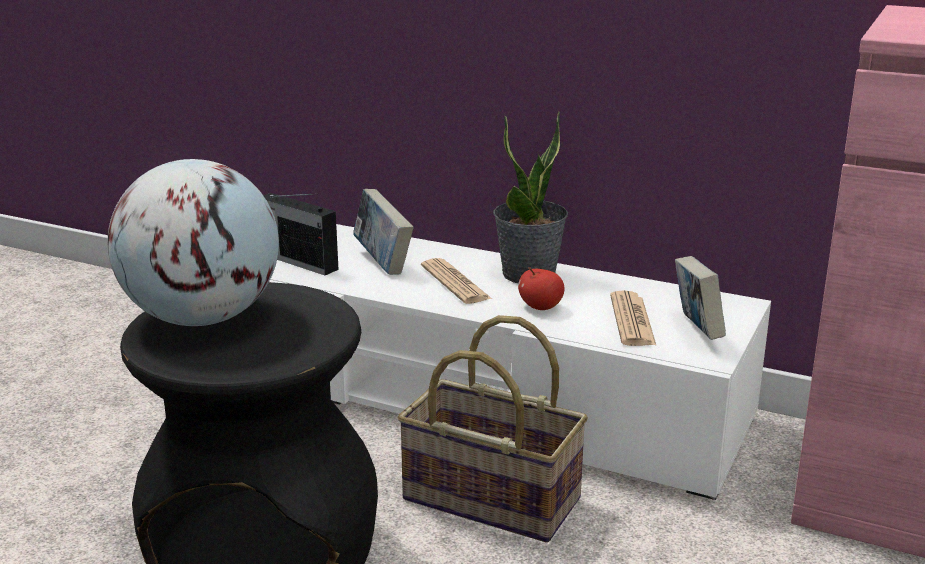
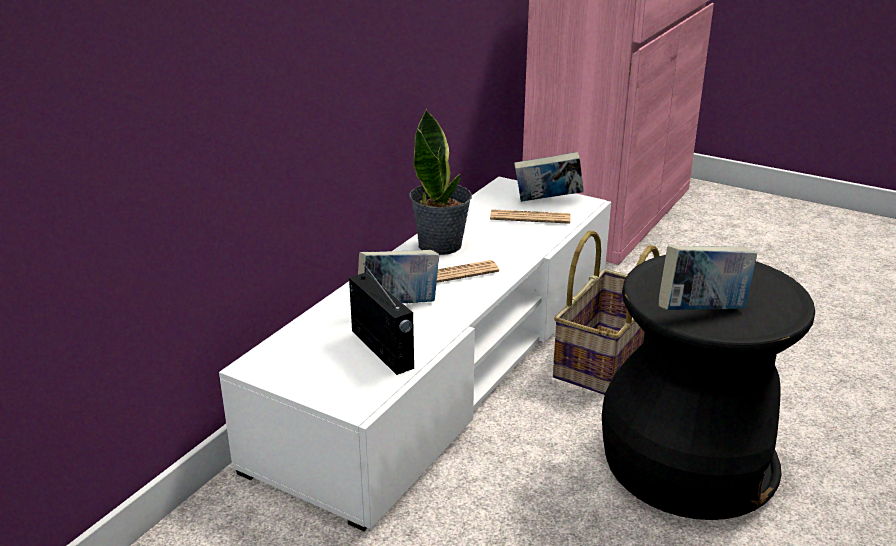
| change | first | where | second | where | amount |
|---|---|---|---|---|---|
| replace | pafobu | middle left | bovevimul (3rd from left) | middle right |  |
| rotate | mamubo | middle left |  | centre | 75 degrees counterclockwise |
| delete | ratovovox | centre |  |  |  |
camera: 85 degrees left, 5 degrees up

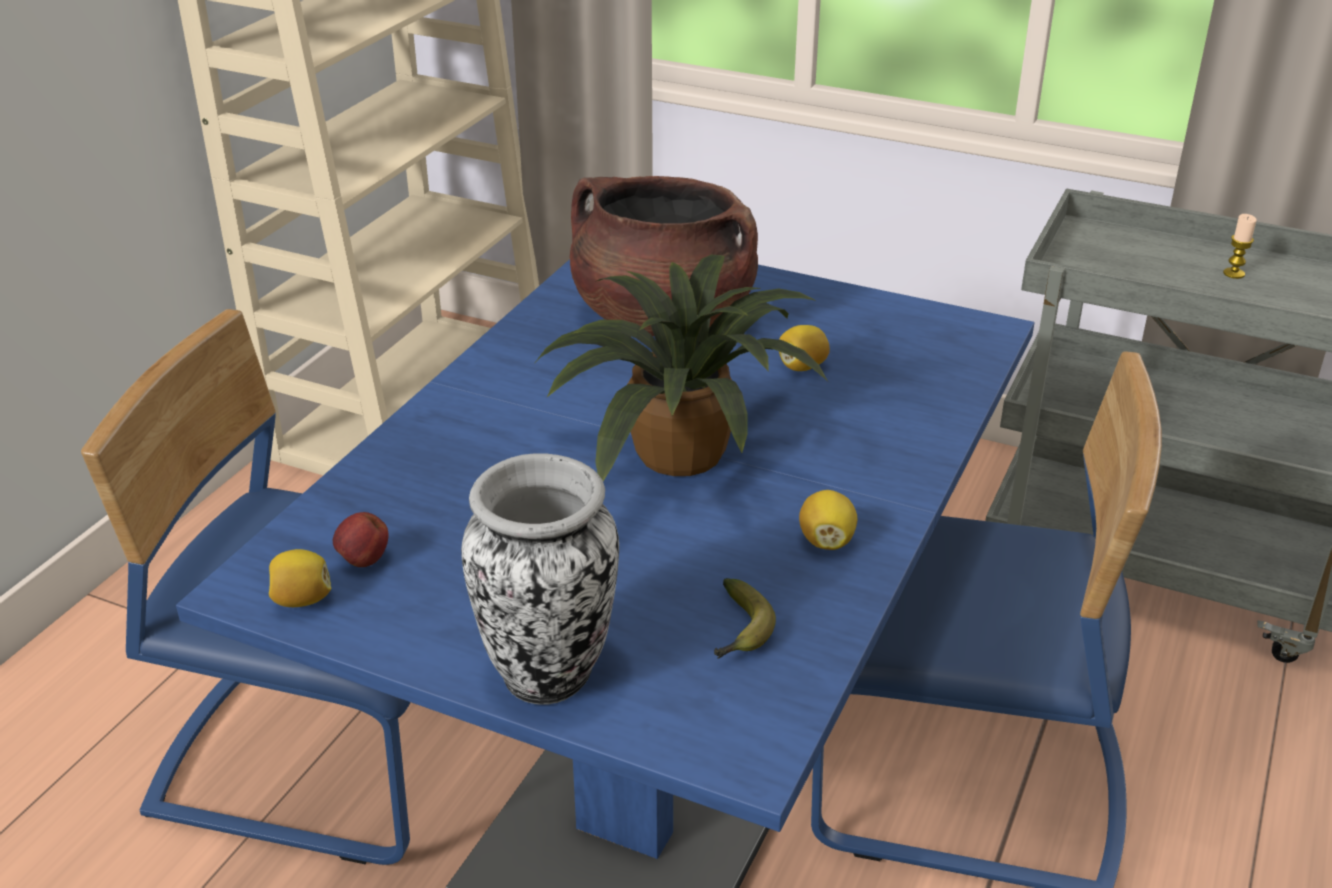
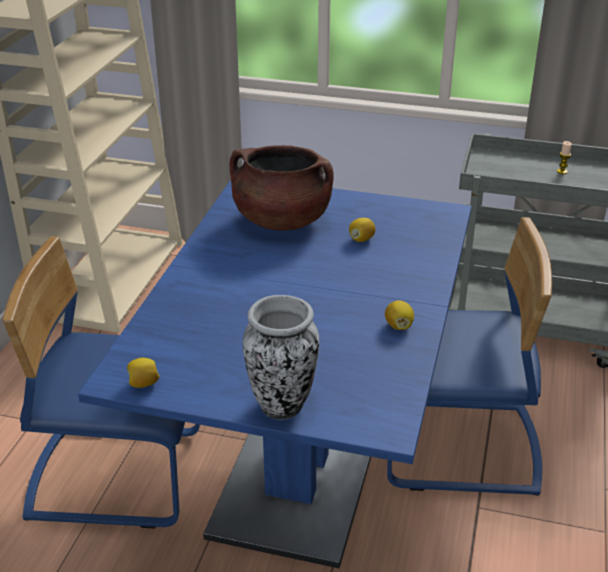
| change | first | where | second | where | amount |
|---|---|---|---|---|---|
| delete | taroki | centre |  |  |  |
| delete | ratovovox | middle left |  |  |  |
| delete | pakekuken | bottom centre |  |  |  |
camera: 10 degrees left, 0 degrees up

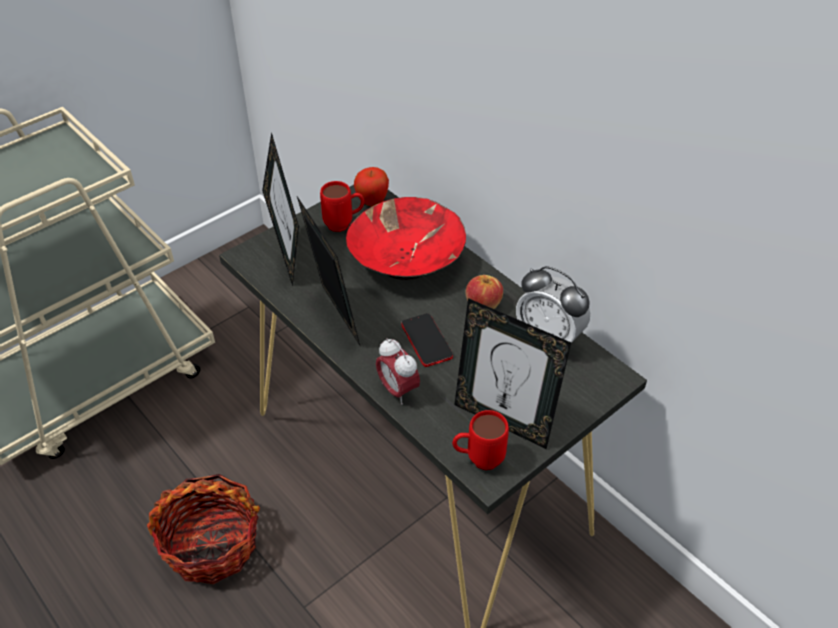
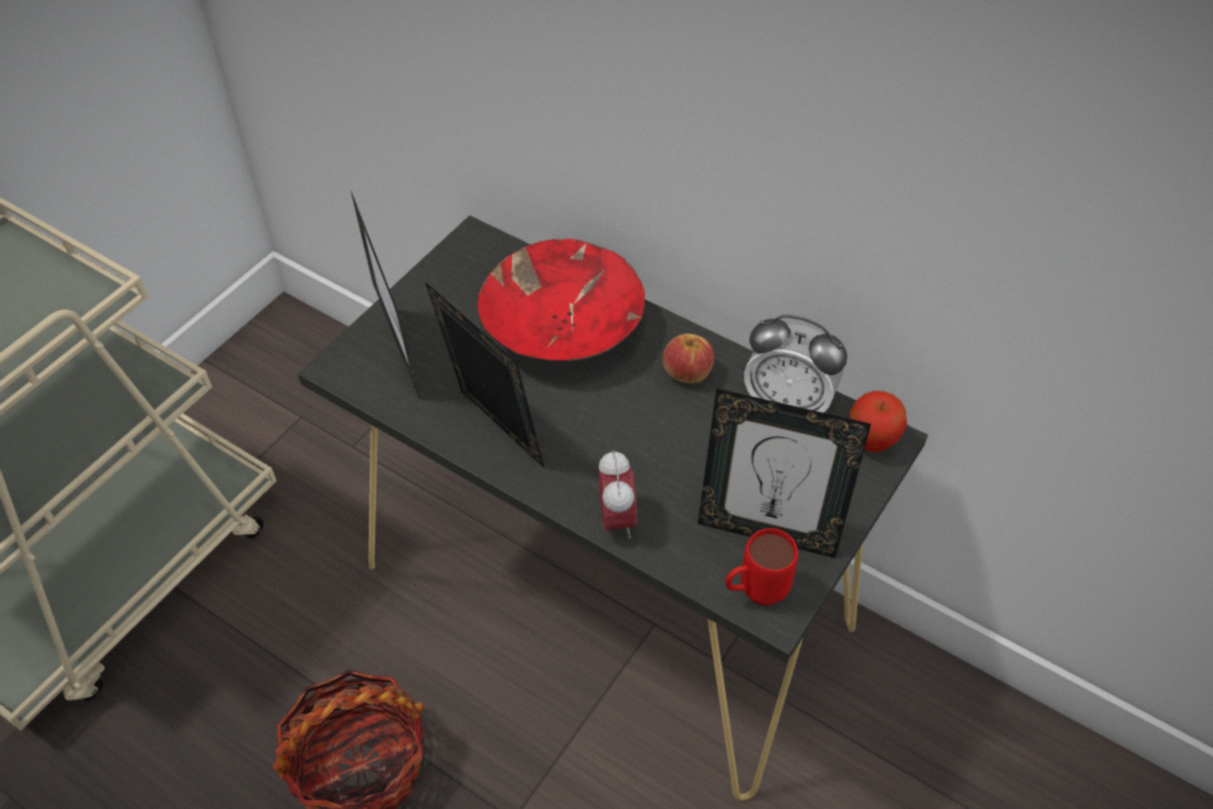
| change | first | where | second | where | amount |
|---|---|---|---|---|---|
| move | ratovovox (1st from left in the first image) | top centre | ratovovox (2nd from left) | middle right |  |
| delete | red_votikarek (1st from left) | top centre |  |  |  |
| delete | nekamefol | centre |  |  |  |
| rotate | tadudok (1st from left) | centre |  | centre | 135 degrees counterclockwise |
camera: 15 degrees left, 5 degrees up

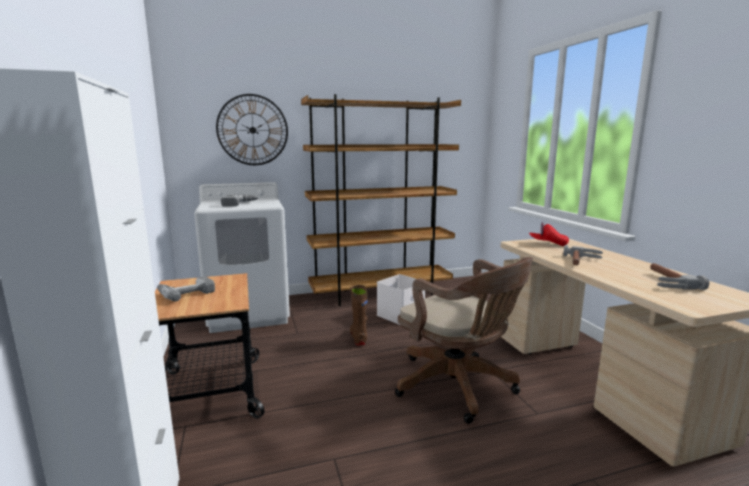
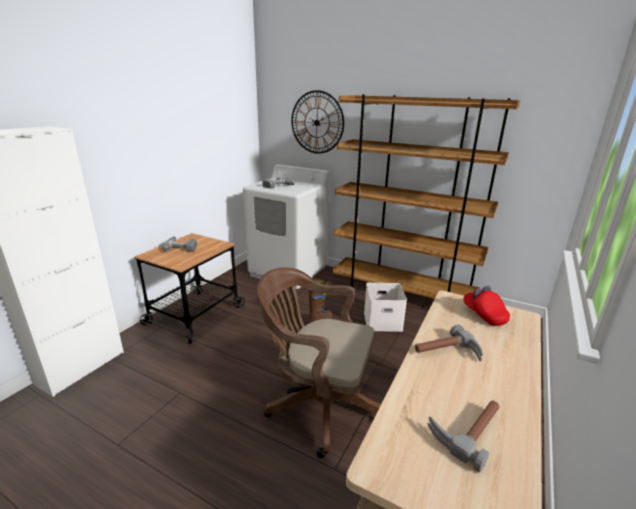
| change | first | where | second | where | amount |
|---|---|---|---|---|---|
| rotate | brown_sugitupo | bottom centre |  | bottom centre | 105 degrees clockwise |
camera: 45 degrees right, 10 degrees up

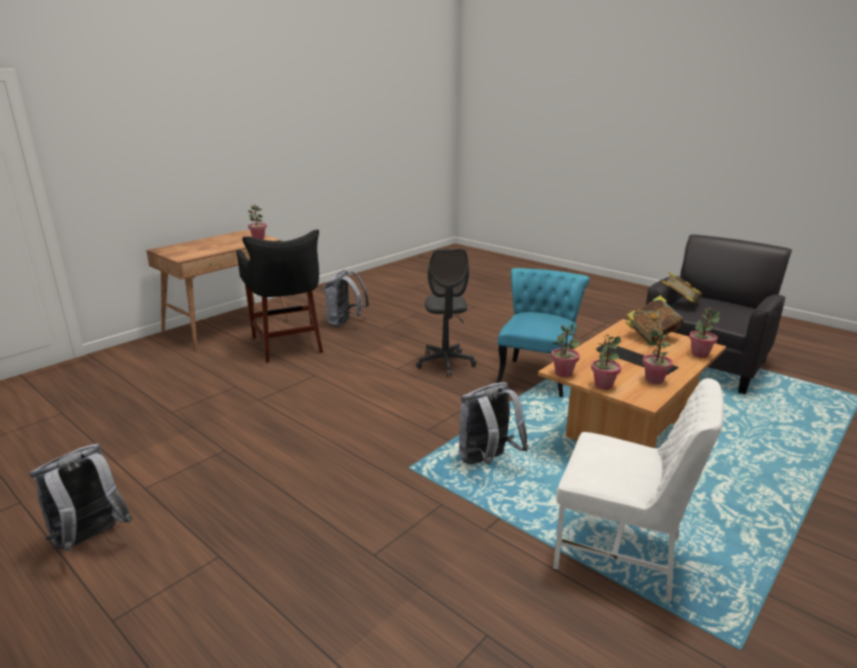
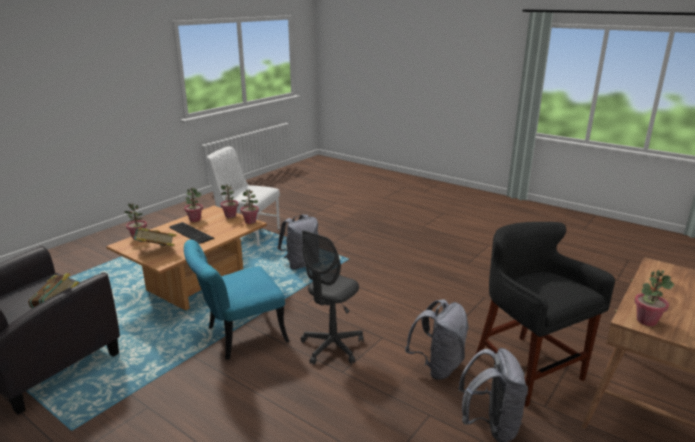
| change | first | where | second | where | amount |
|---|---|---|---|---|---|
| rotate | grey_sugitupo | centre |  | bottom centre | 135 degrees counterclockwise |
| rotate | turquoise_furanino | centre |  | bottom centre | 45 degrees clockwise |
| move | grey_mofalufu (1st from left in the first image) | bottom left | grey_mofalufu (2nd from left) | bottom centre |  |
camera: 175 degrees right, 0 degrees up

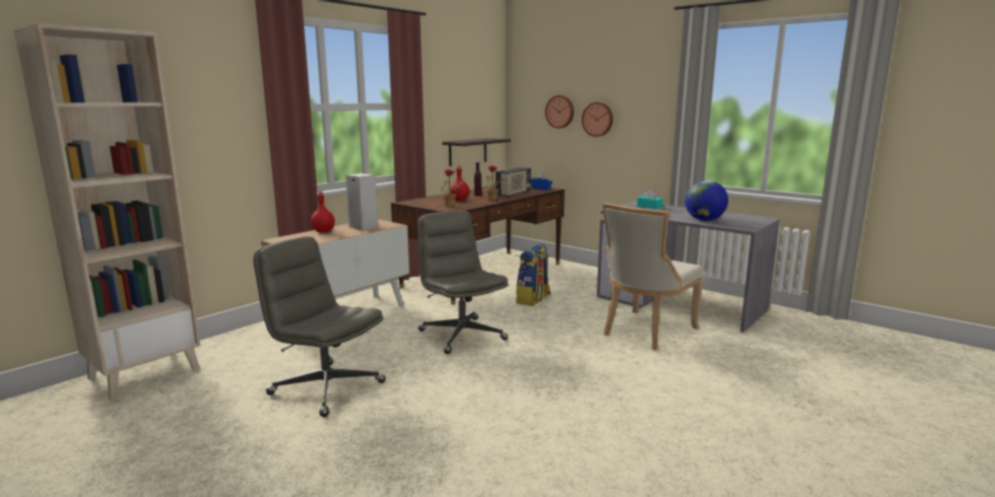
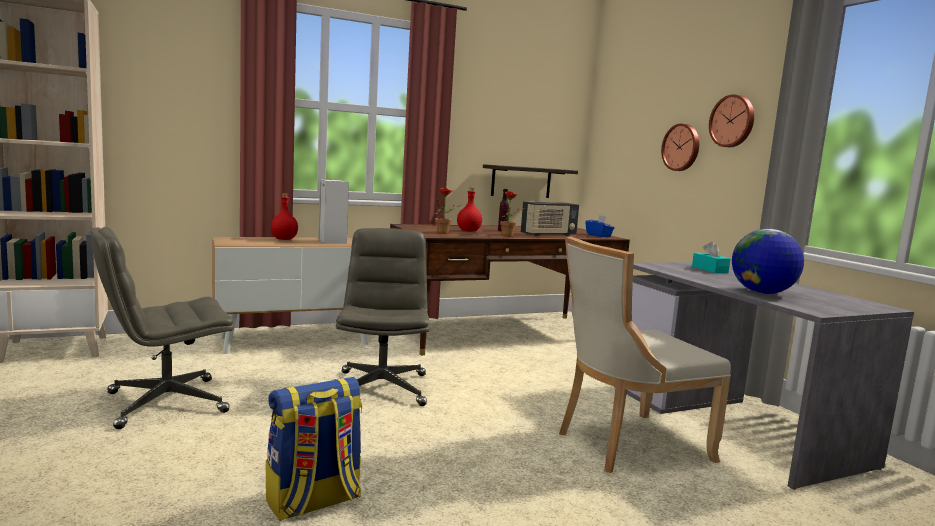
| change | first | where | second | where | amount |
|---|---|---|---|---|---|
| move | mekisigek (1st from left in the first image) | top centre | mekisigek (2nd from left) | top right |  |
| rotate | grey_sugitupo (1st from left) | middle left |  | middle left | 90 degrees counterclockwise |
| move | mofalufu | centre |  | bottom centre |  |
camera: 25 degrees right, 5 degrees down

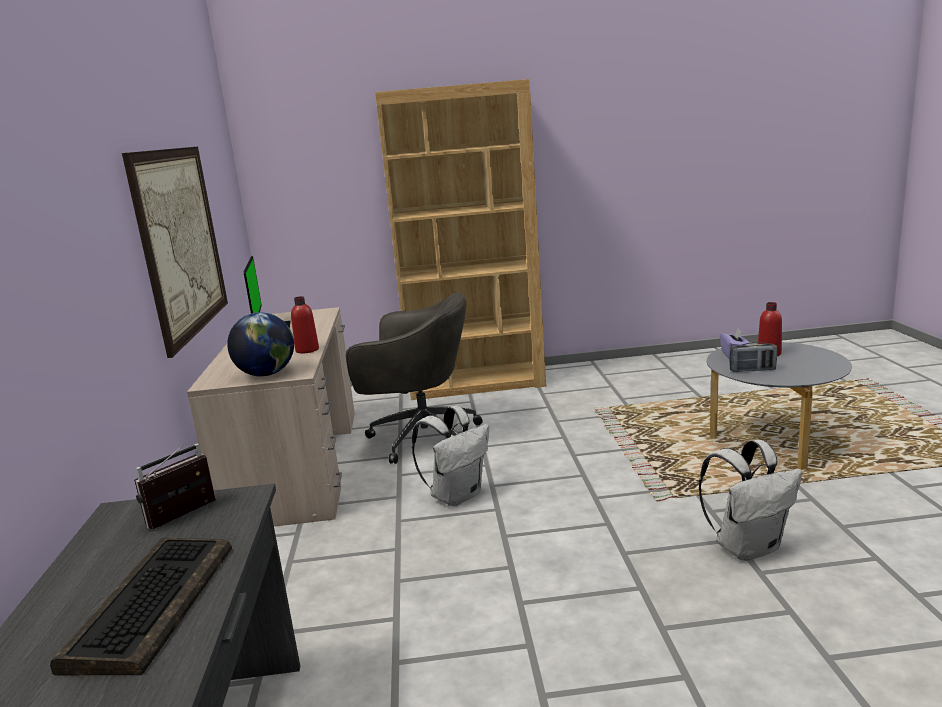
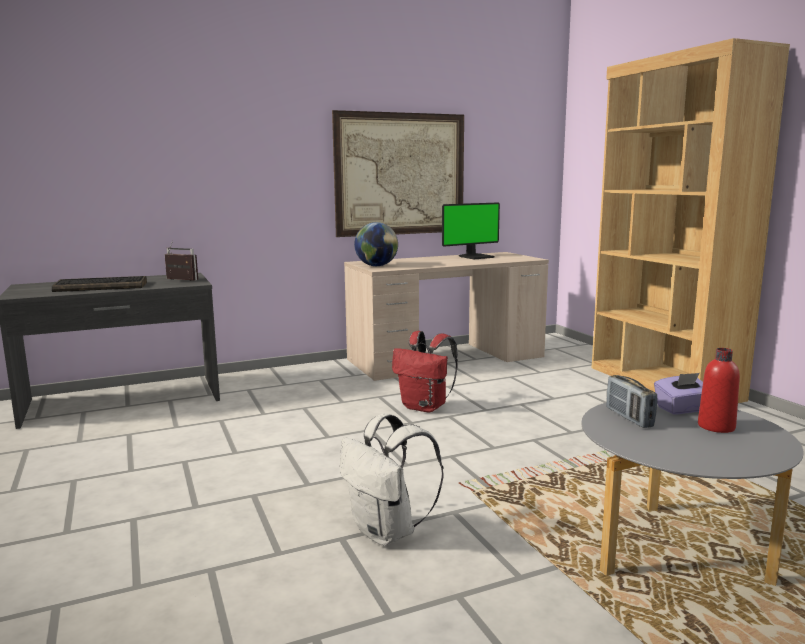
| change | first | where | second | where | amount |
|---|---|---|---|---|---|
| delete | grey_sugitupo | centre |  |  |  |
| delete | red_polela (1st from left) | middle left |  |  |  |
| recolor | white_mofalufu (1st from left) | centre | red_mofalufu | centre |  |
camera: 70 degrees right, 5 degrees down

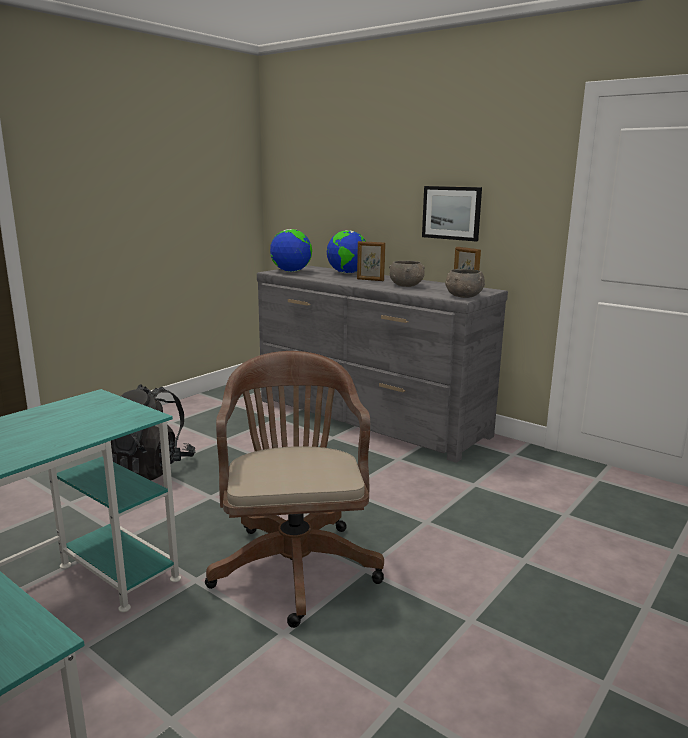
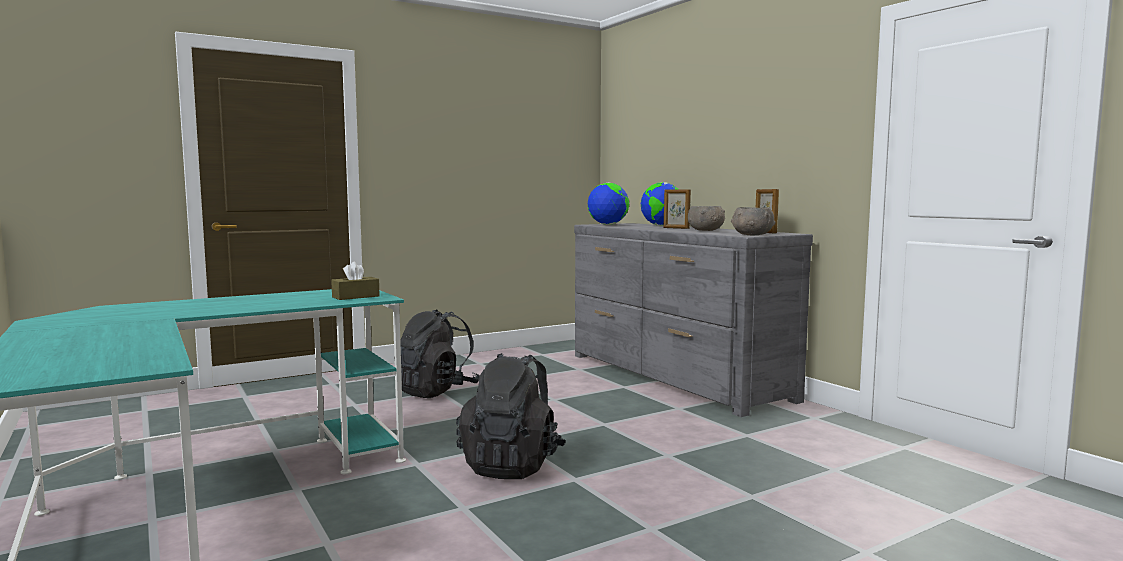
| change | first | where | second | where | amount |
|---|---|---|---|---|---|
| delete | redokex | top centre |  |  |  |
| replace | brown_sugitupo | centre | black_mofalufu (2nd from left) | bottom centre |  |
| insert |  |  | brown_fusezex | middle left |  |
camera: 20 degrees right, 10 degrees down

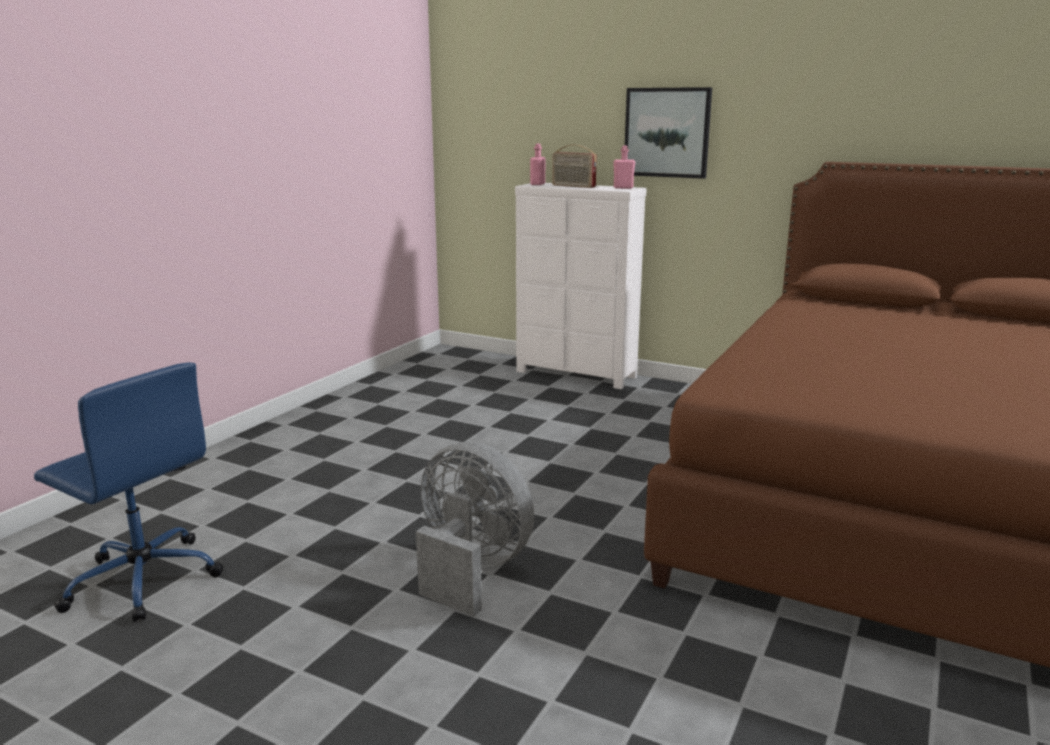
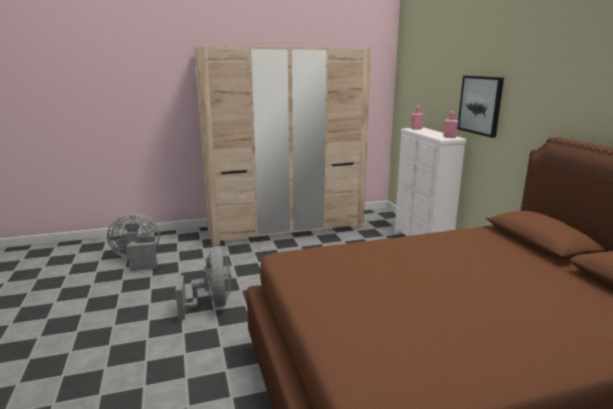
| change | first | where | second | where | amount |
|---|---|---|---|---|---|
| delete | mamubo | top centre |  |  |  |
| replace | blue_sugitupo | middle left | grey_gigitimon (1st from left) | middle left |  |
| insert |  |  | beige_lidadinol | centre |  |
camera: 45 degrees right, 0 degrees up

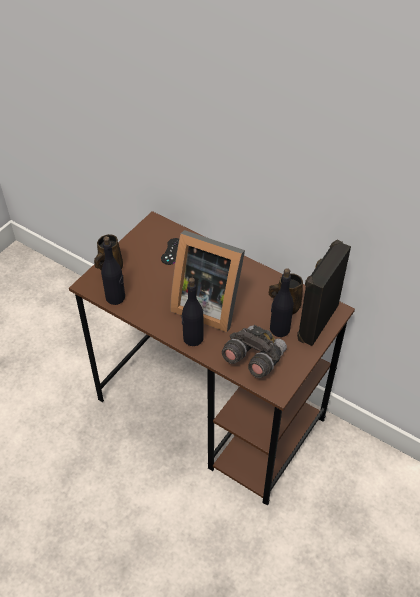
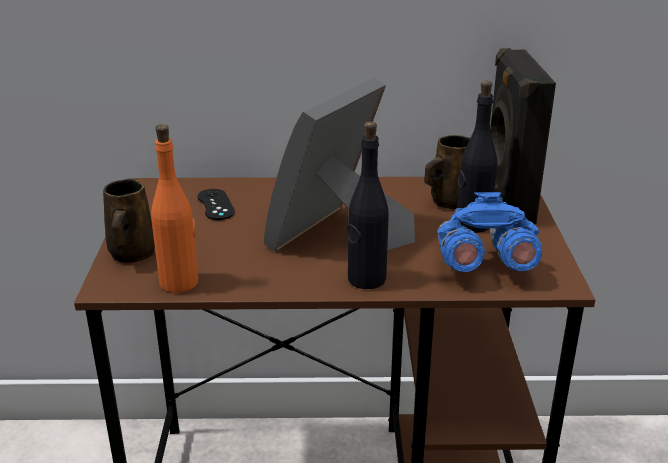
| change | first | where | second | where | amount |
|---|---|---|---|---|---|
| rotate | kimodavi | centre |  | centre | 135 degrees clockwise |
| recolor | black_polela (1st from left) | middle left | orange_polela | middle left |  |
| recolor | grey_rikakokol | centre | blue_rikakokol | middle right |  |
camera: 35 degrees left, 20 degrees down

